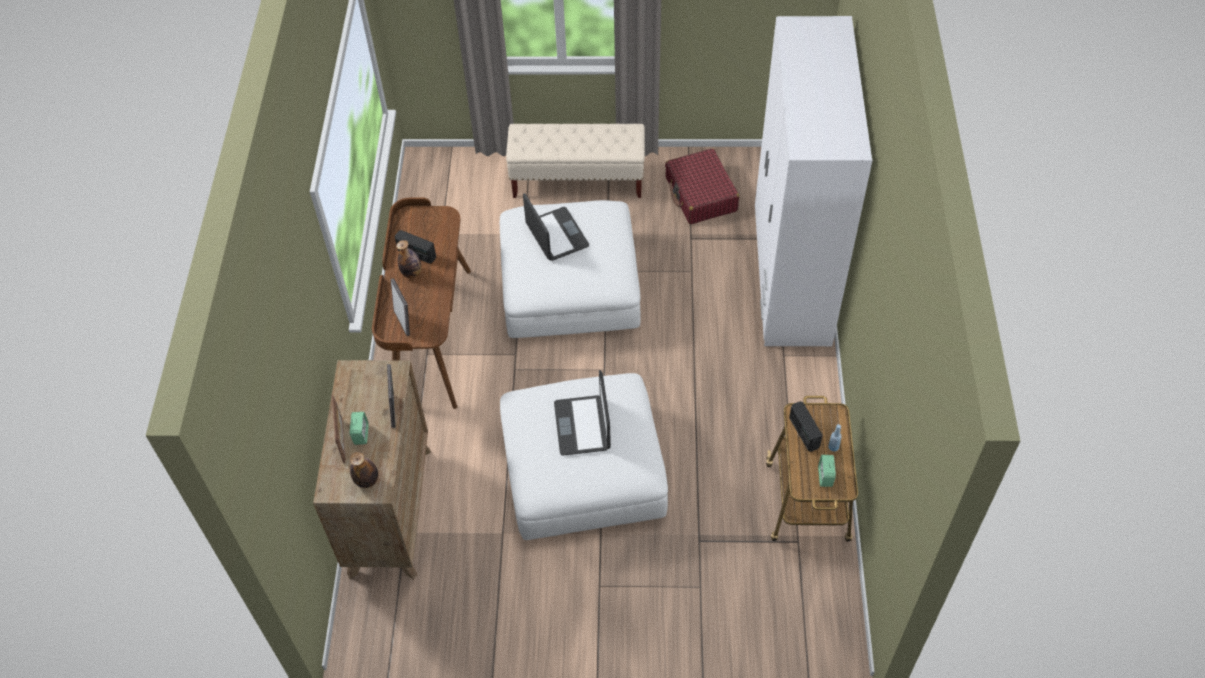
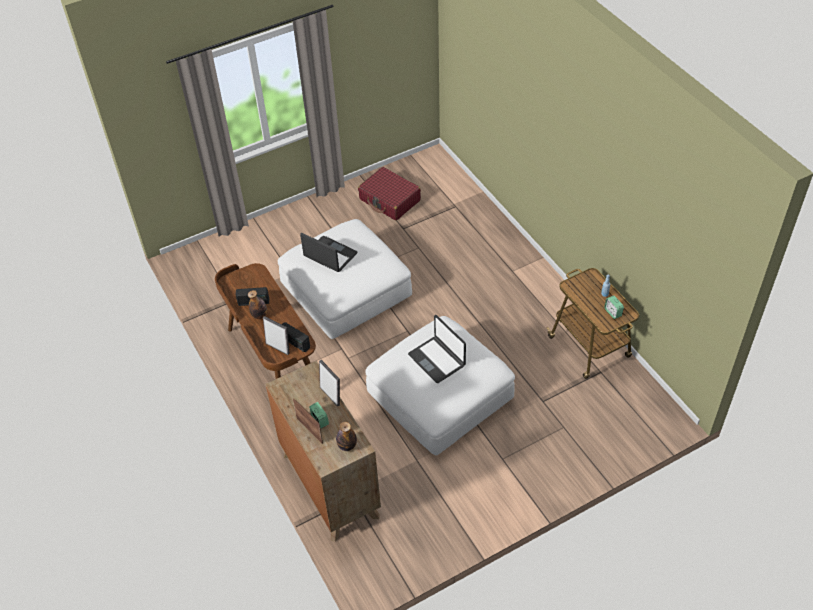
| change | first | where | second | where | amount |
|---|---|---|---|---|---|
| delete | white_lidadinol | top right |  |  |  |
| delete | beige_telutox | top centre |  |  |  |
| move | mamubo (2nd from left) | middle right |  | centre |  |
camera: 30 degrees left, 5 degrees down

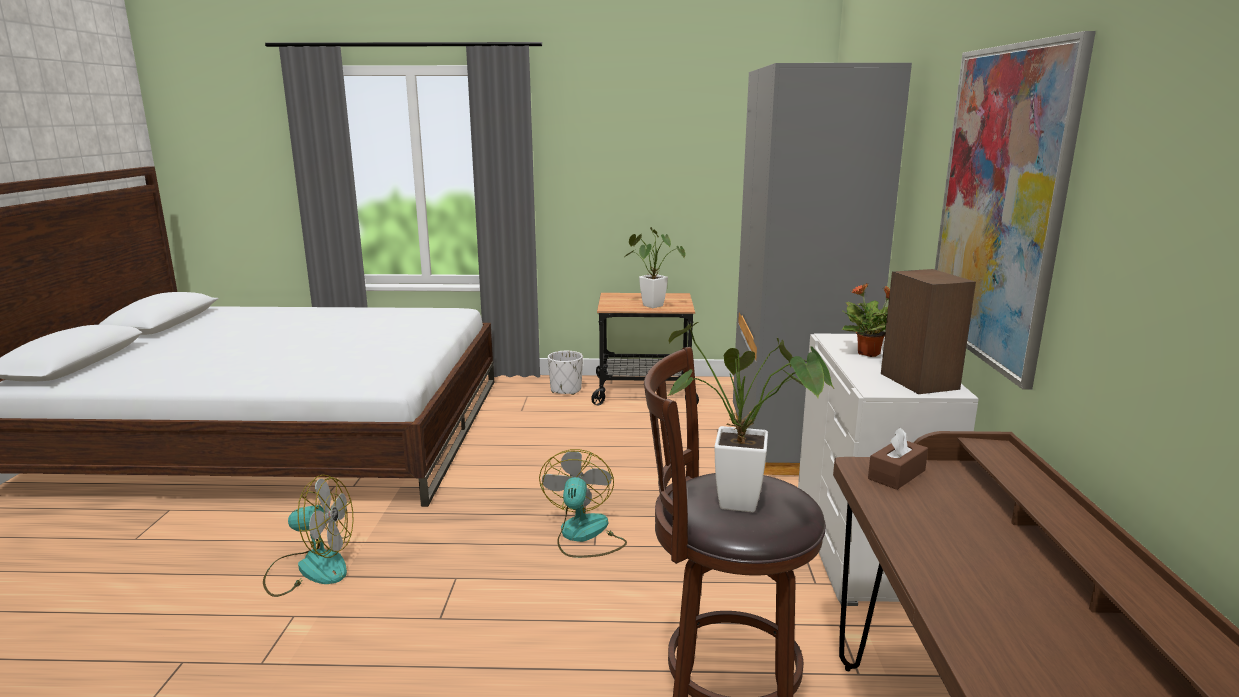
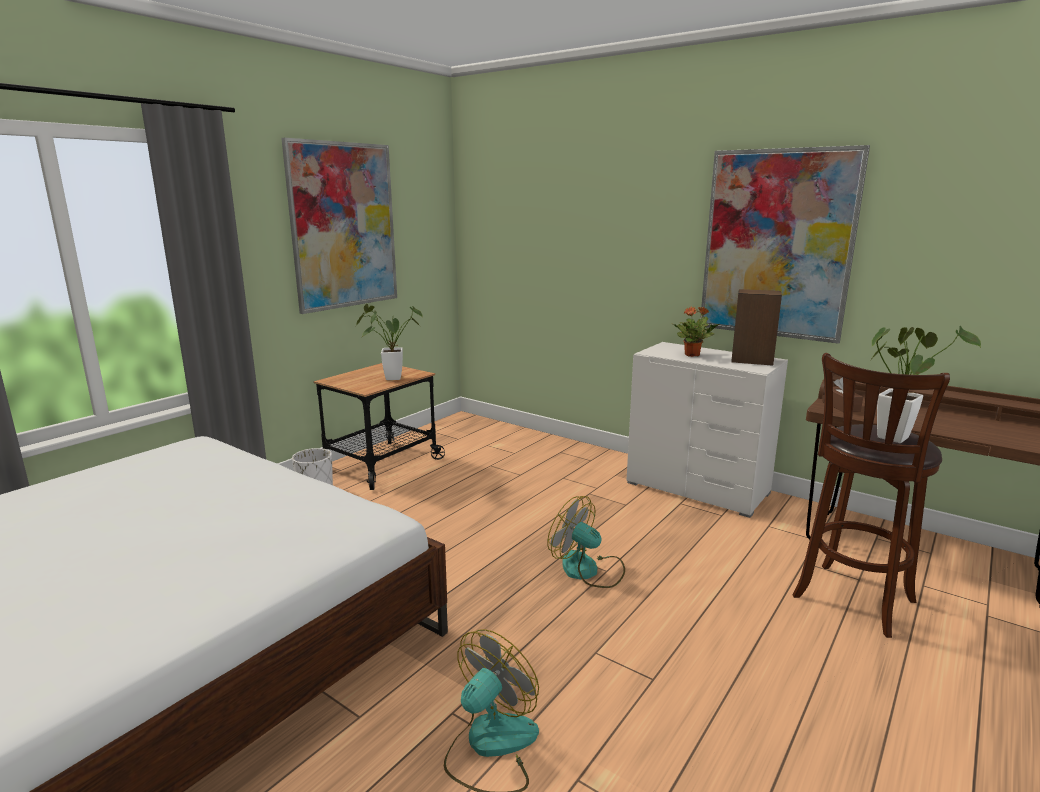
| change | first | where | second | where | amount |
|---|---|---|---|---|---|
| delete | grey_lidadinol | centre |  |  |  |
| insert |  |  | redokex (1st from left) | top left |  |
camera: 55 degrees left, 0 degrees up

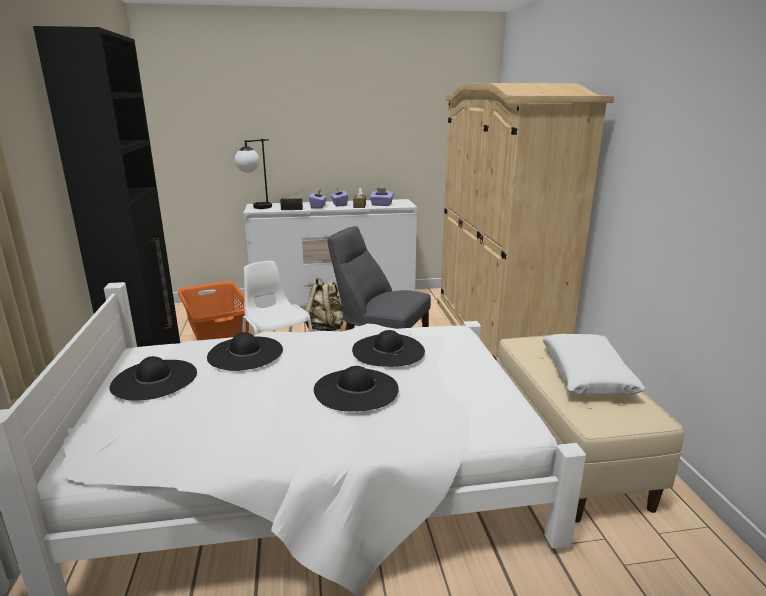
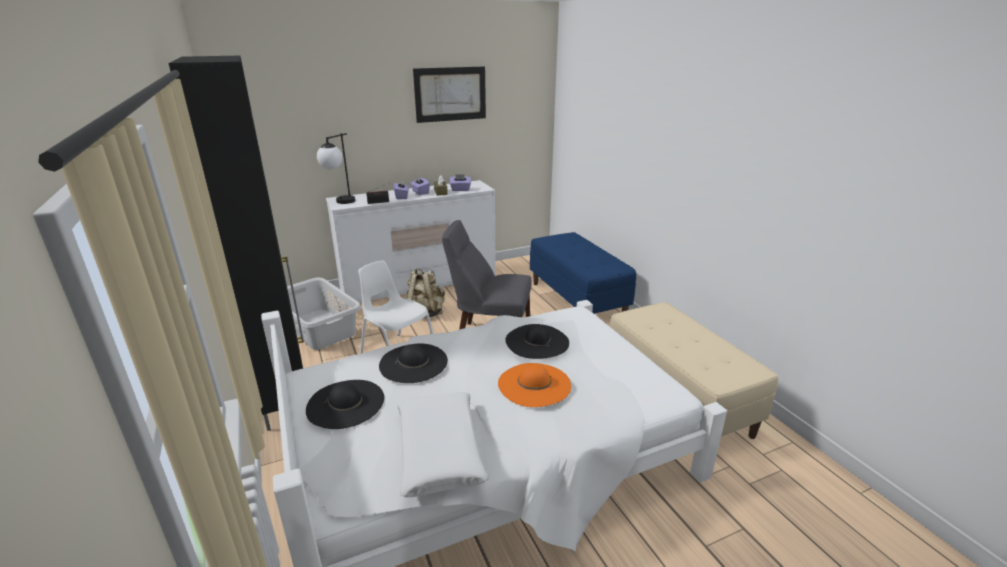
| change | first | where | second | where | amount |
|---|---|---|---|---|---|
| replace | beige_lidadinol | middle right | blue_telutox | centre |  |
| recolor | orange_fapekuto | middle left | grey_fapekuto | middle left |  |
| move | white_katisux | middle right |  | bottom centre |  |
| recolor | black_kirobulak (3rd from left) | centre | orange_kirobulak | bottom centre |  |
| insert |  |  | redokex | top centre |  |
camera: 15 degrees left, 5 degrees up

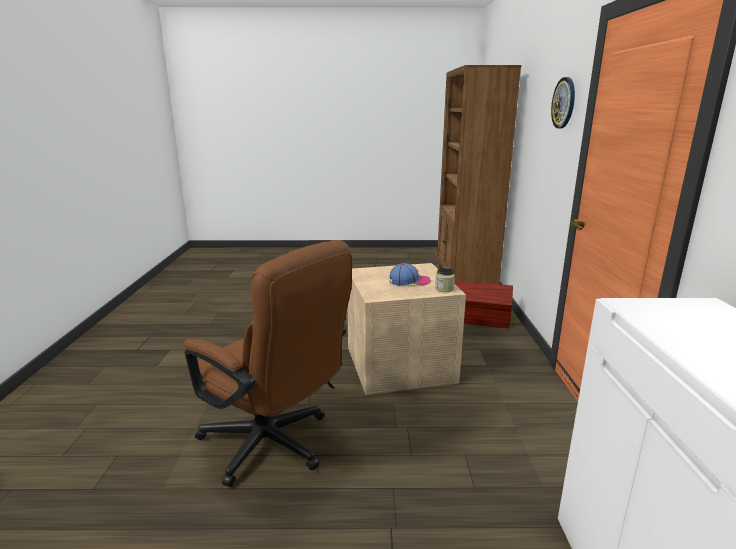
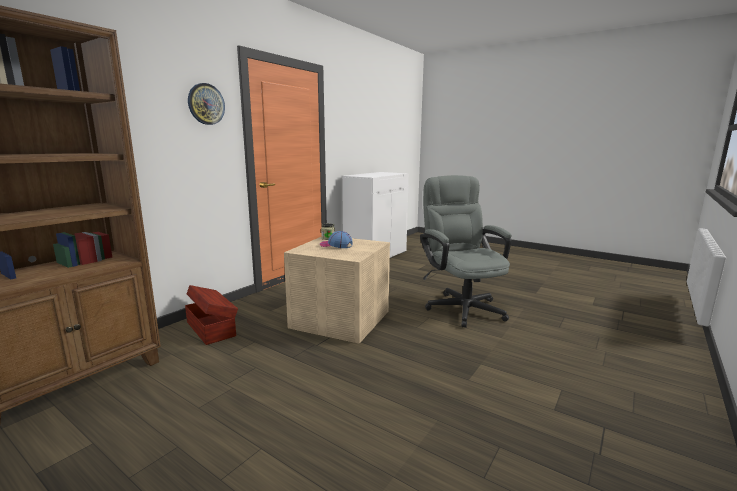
| change | first | where | second | where | amount |
|---|---|---|---|---|---|
| recolor | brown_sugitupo | centre | grey_sugitupo | centre |  |
camera: 145 degrees left, 5 degrees down

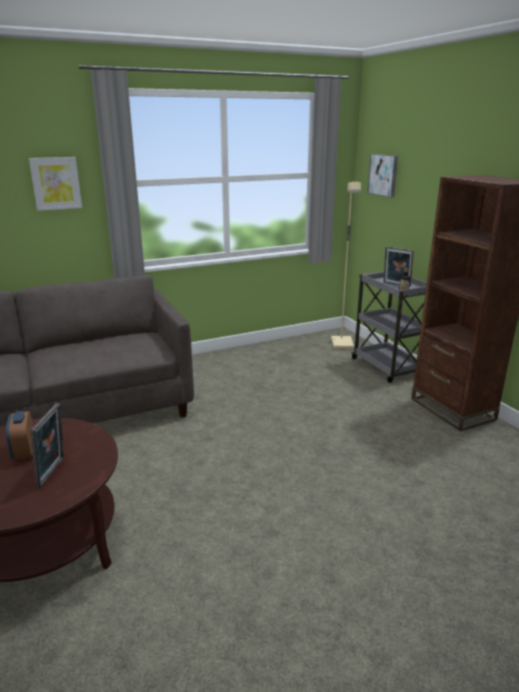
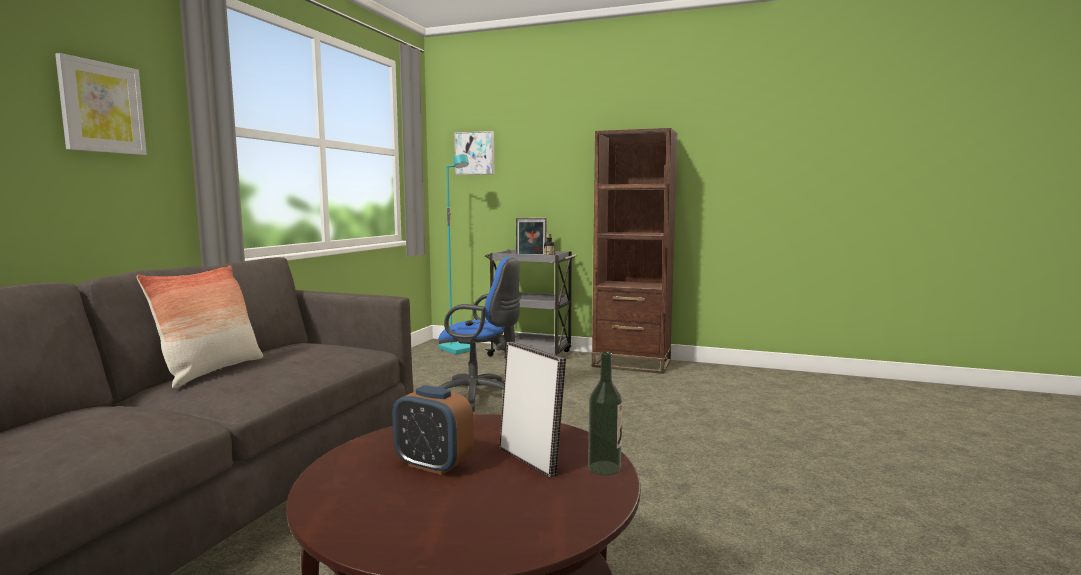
| change | first | where | second | where | amount |
|---|---|---|---|---|---|
| recolor | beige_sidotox | middle right | turquoise_sidotox | centre |  |
| insert |  |  | blue_sugitupo | centre |  |
| insert |  |  | katisux | middle left |  |
| insert |  |  | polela (2nd from left) | bottom centre |  |
camera: 45 degrees left, 15 degrees down

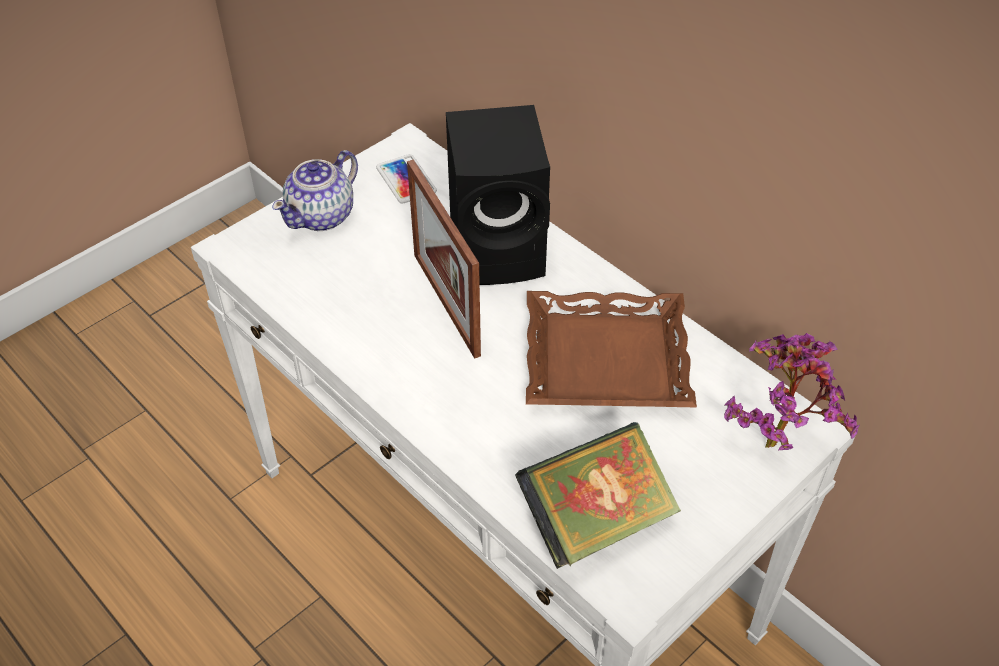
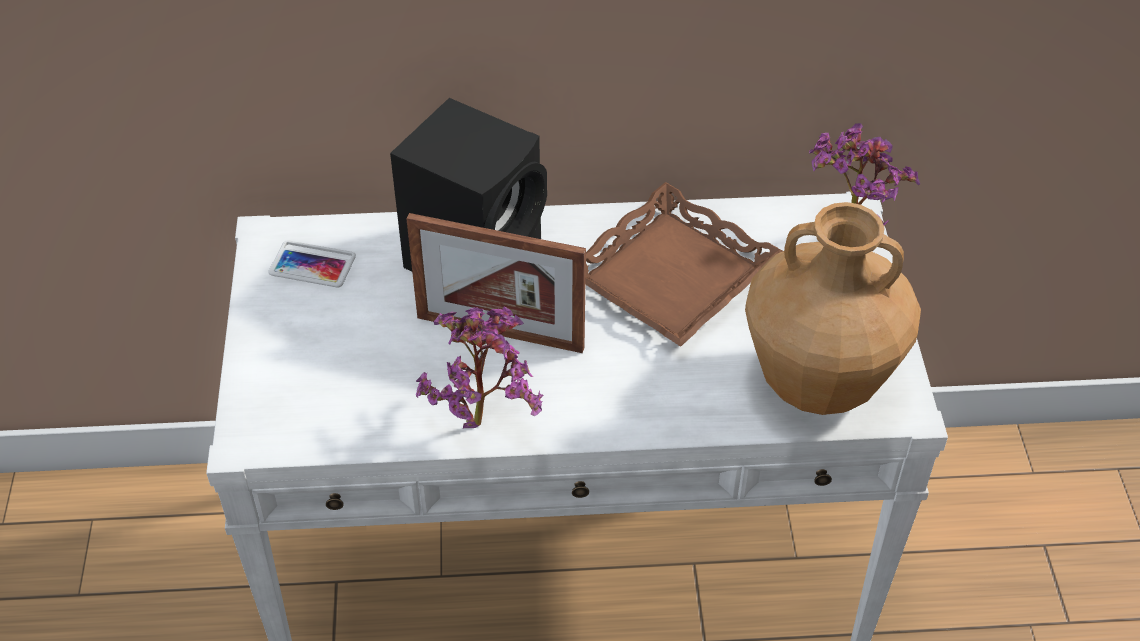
| change | first | where | second | where | amount |
|---|---|---|---|---|---|
| delete | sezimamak | top left |  |  |  |
| replace | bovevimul | bottom centre | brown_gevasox | middle right |  |
| insert |  |  | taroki (1st from left) | centre |  |
camera: 50 degrees left, 0 degrees up

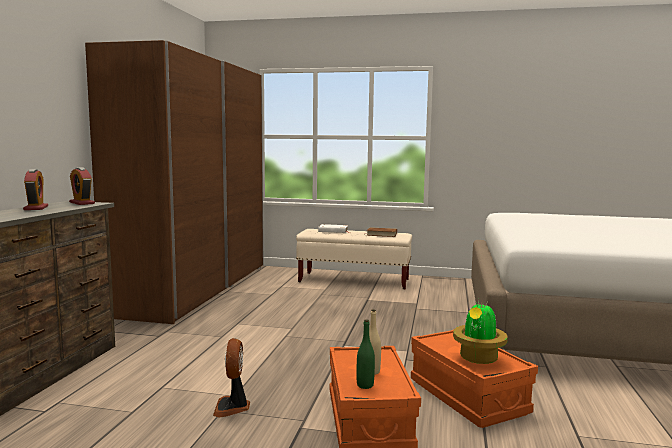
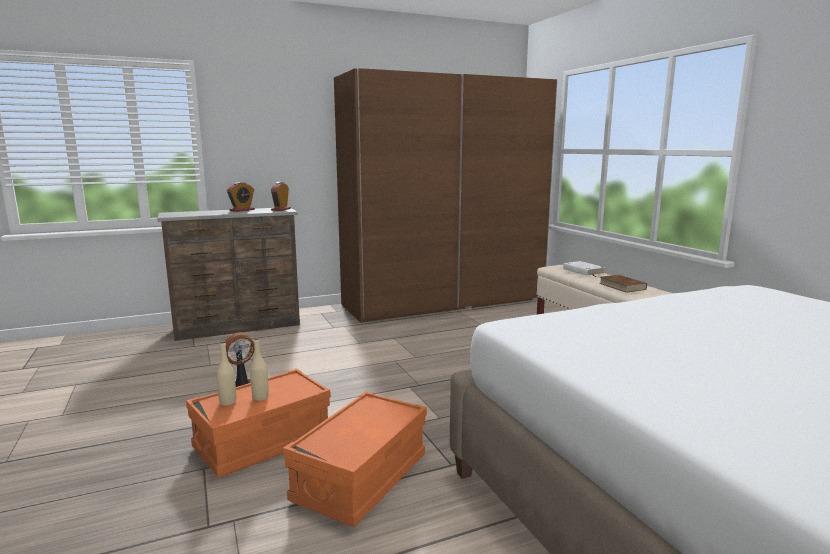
| change | first | where | second | where | amount |
|---|---|---|---|---|---|
| delete | taroki | bottom right |  |  |  |
| recolor | green_polela | bottom centre | beige_polela (1st from left) | bottom left |  |
camera: 55 degrees right, 5 degrees up

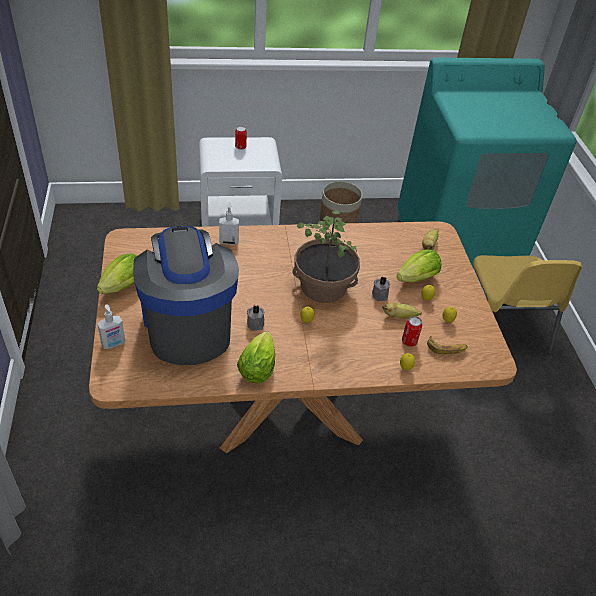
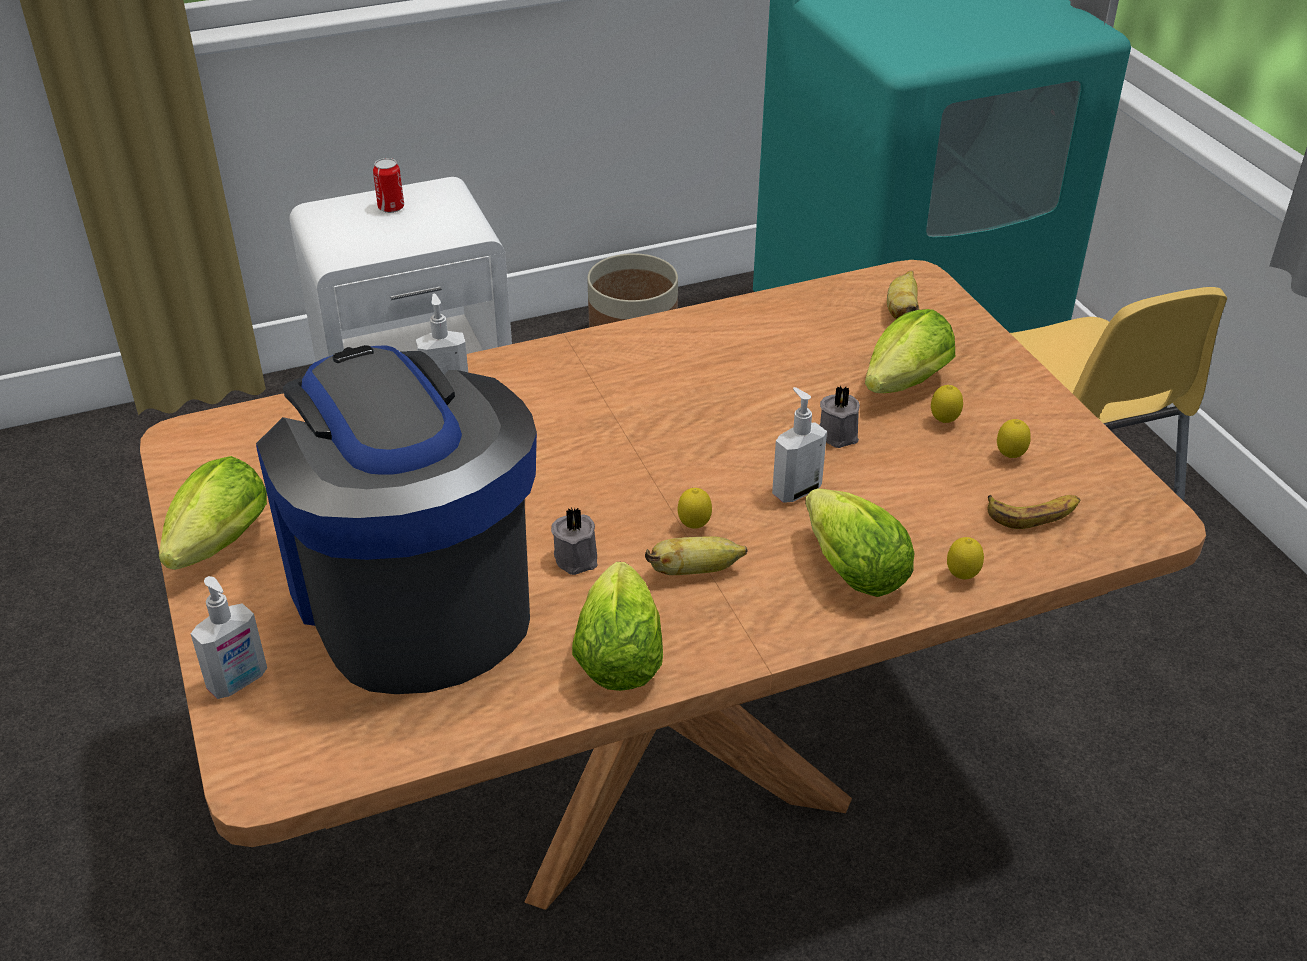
| change | first | where | second | where | amount |
|---|---|---|---|---|---|
| delete | taroki | centre |  |  |  |
| move | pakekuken (1st from left) | middle right |  | centre |  |
| delete | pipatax (2nd from left) | middle right |  |  |  |
| insert |  |  | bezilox (3rd from left) | centre |  |
| insert |  |  | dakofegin (3rd from left) | centre |  |
camera: 10 degrees left, 5 degrees down

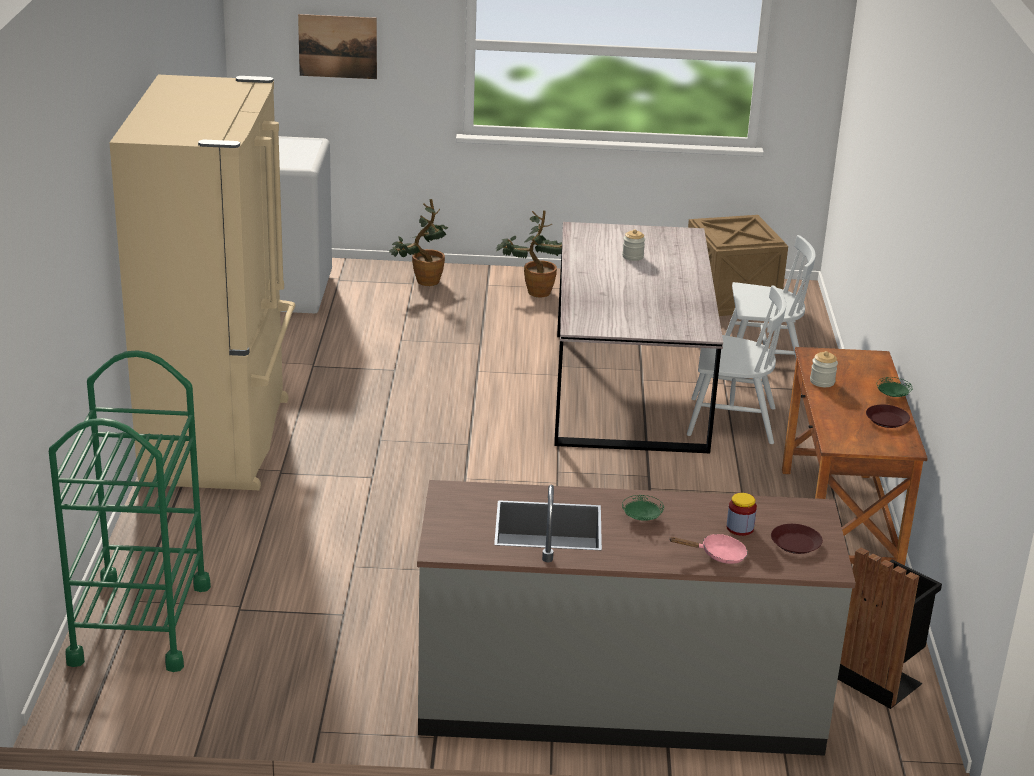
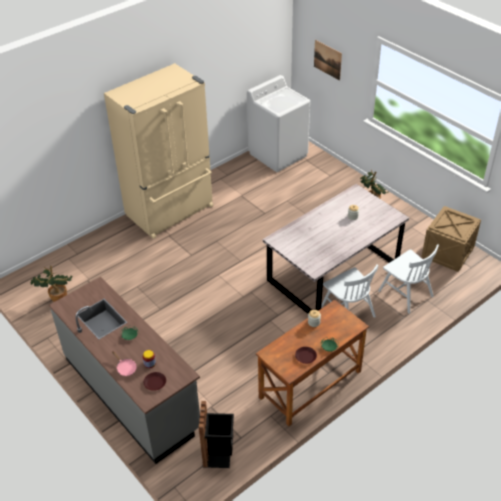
| change | first | where | second | where | amount |
|---|---|---|---|---|---|
| move | taroki (1st from left) | top centre |  | middle left |  |
| delete | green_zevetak | middle left |  |  |  |
camera: 50 degrees right, 15 degrees up

